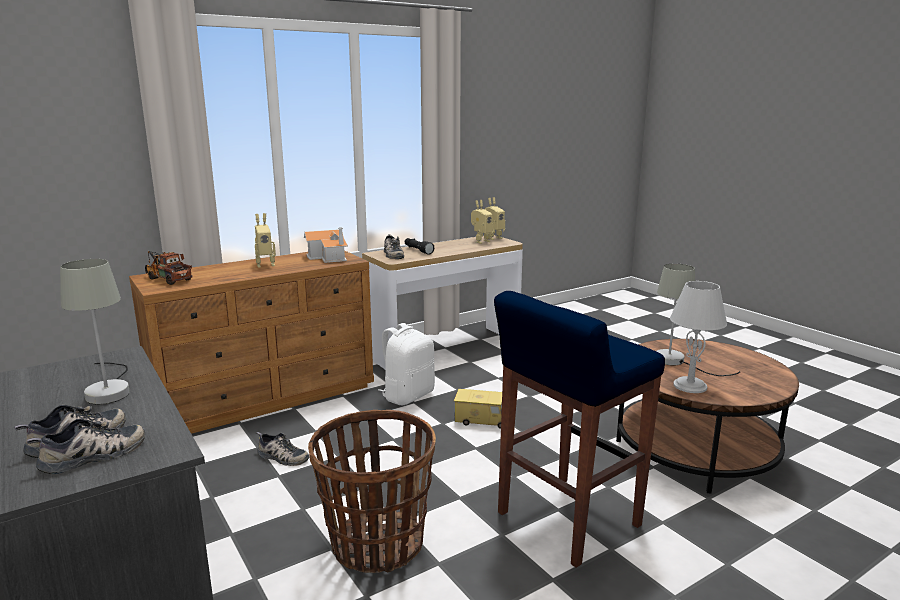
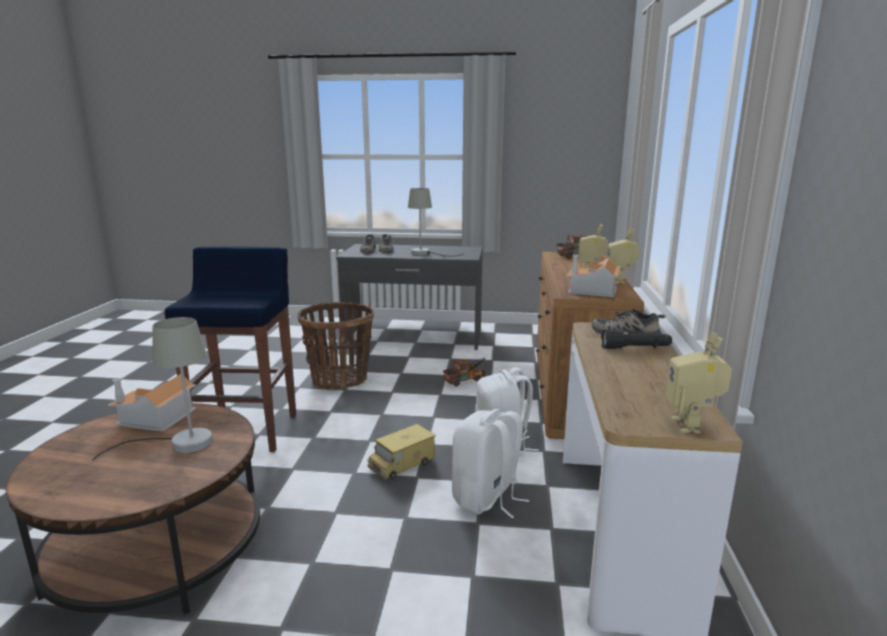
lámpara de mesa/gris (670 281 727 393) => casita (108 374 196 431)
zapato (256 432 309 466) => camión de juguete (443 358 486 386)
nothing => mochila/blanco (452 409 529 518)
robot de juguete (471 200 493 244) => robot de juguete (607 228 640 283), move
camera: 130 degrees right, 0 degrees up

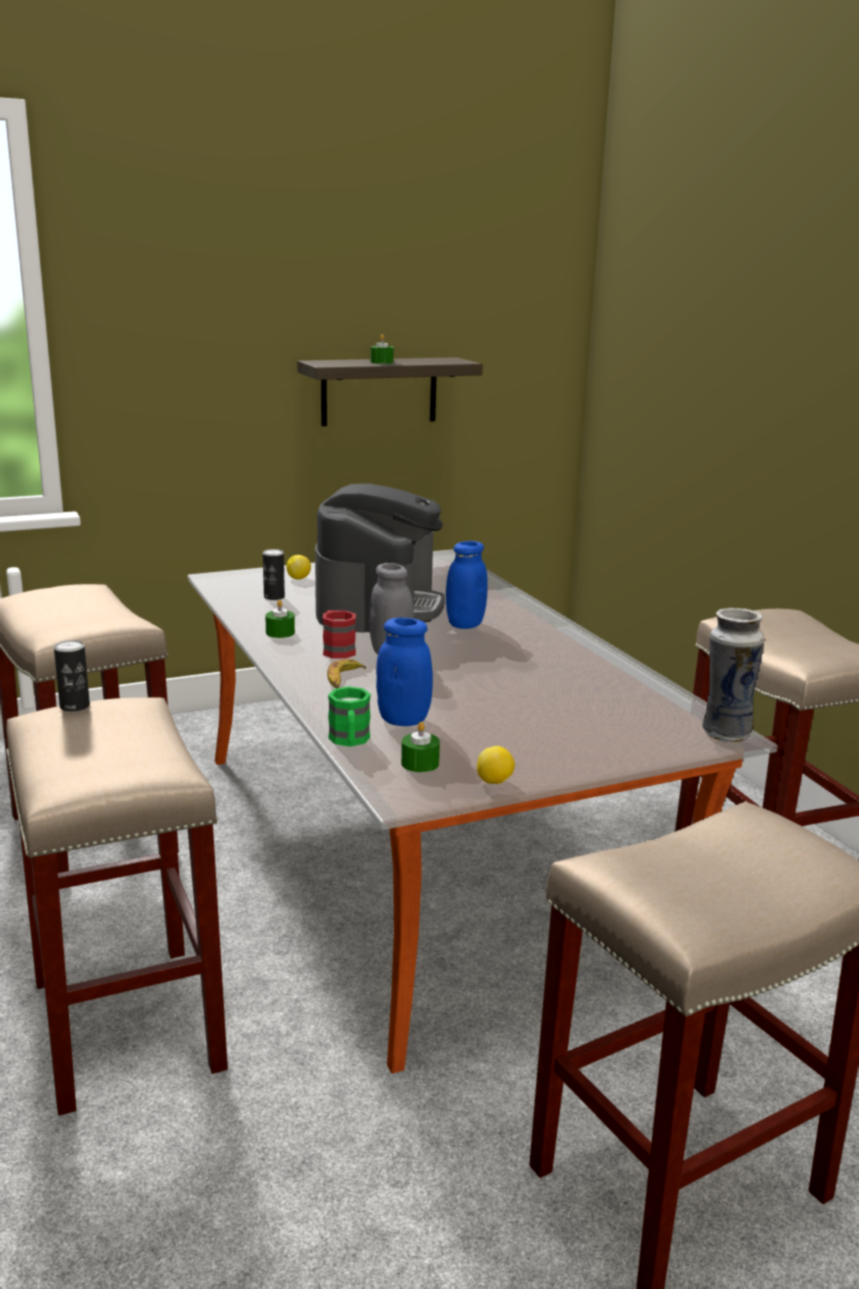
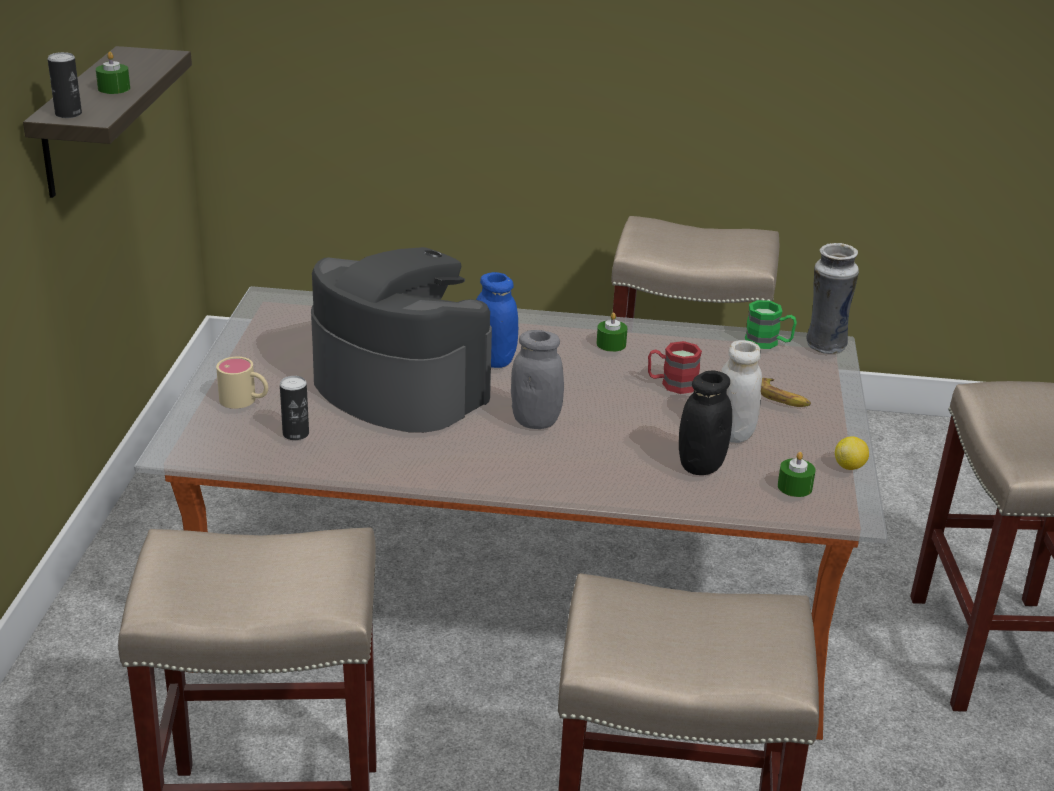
lata (54 640 90 712) => lata (48 52 82 118), move
limón (286 555 311 579) => taza grande/beis (216 357 268 409)
vela/verde (265 600 295 638) => vela/verde (597 313 627 352), move
taza grande/rojo (323 610 356 659) => taza grande/rojo (648 341 702 394), move
tarro/azul (376 618 433 726) => tarro/negro (679 370 732 475)
nothing => tarro/blanco (721 340 762 443)
taza grande/verde (328 686 371 747) => taza grande/verde (745 300 797 349), move
plátano (327 659 366 688) => plátano (761 378 811 407), move
camera: 60 degrees left, 10 degrees up

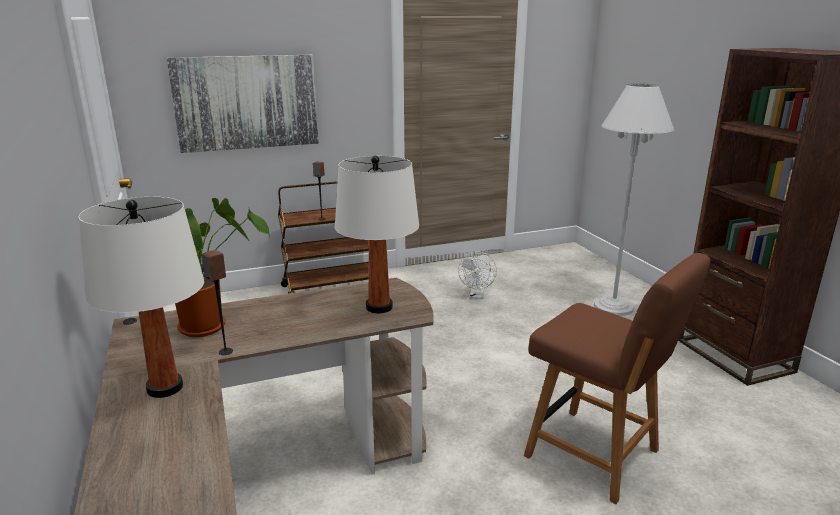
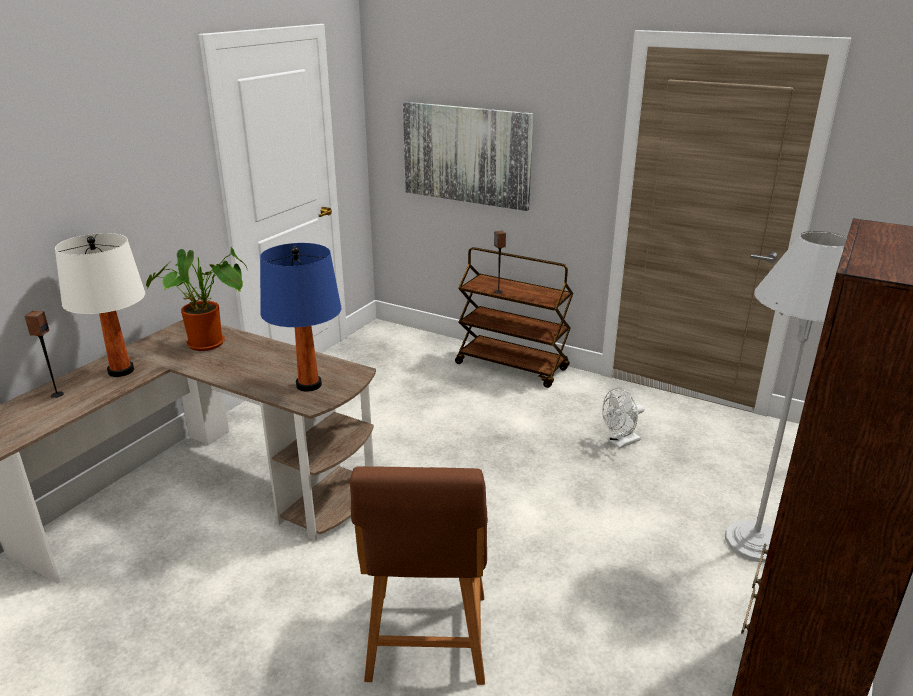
altavoz (201 250 233 355) => altavoz (24 311 64 398), move
lámpara de mesa/blanco (335 156 419 313) => lámpara de mesa/azul (260 243 341 392)
camera: 50 degrees right, 5 degrees up

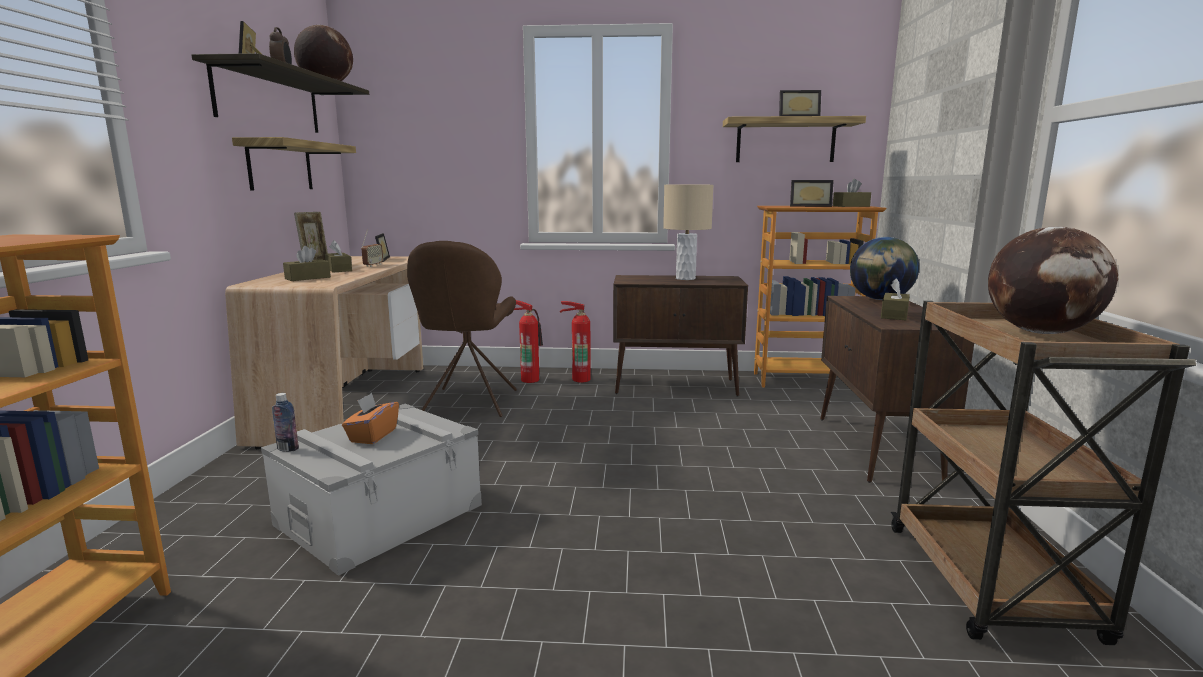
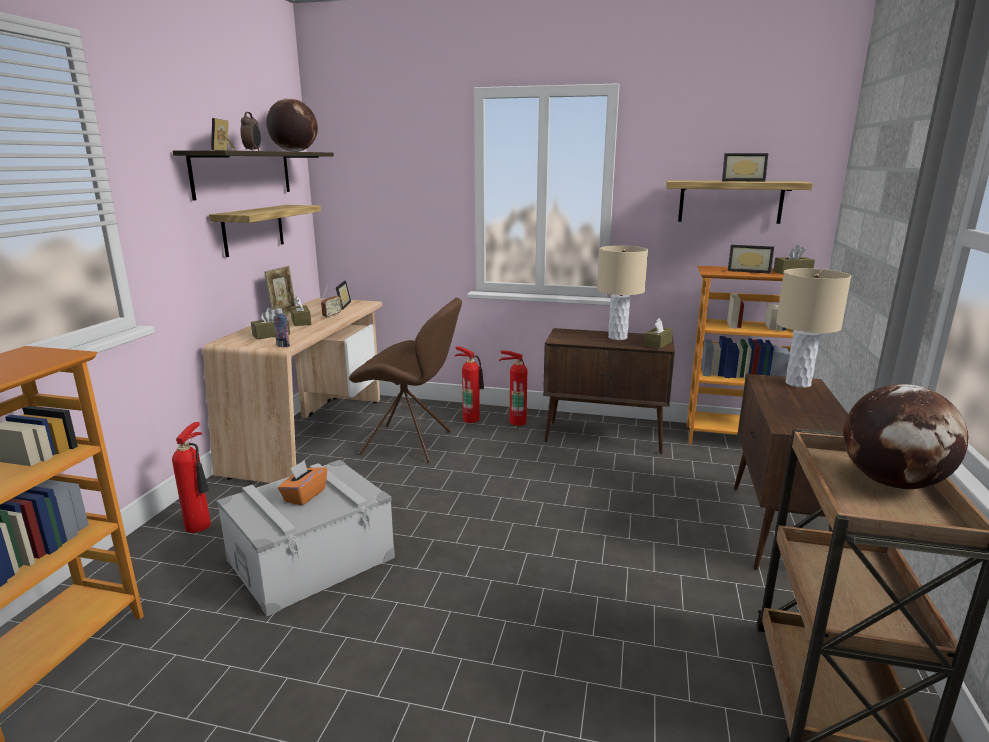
nothing => extintor (172 422 211 533)
botella (272 393 299 452) => botella (273 308 290 347), move
silla/marrón (407 241 517 417) => silla/marrón (349 298 462 463), 90 degrees counterclockwise
caja de pañuelos/marrón (881 278 910 320) => caja de pañuelos/marrón (644 318 673 349), move
globo terráqueo (850 237 919 300) => lámpara de mesa/beis (776 268 851 388)
camera: 10 degrees right, 5 degrees up

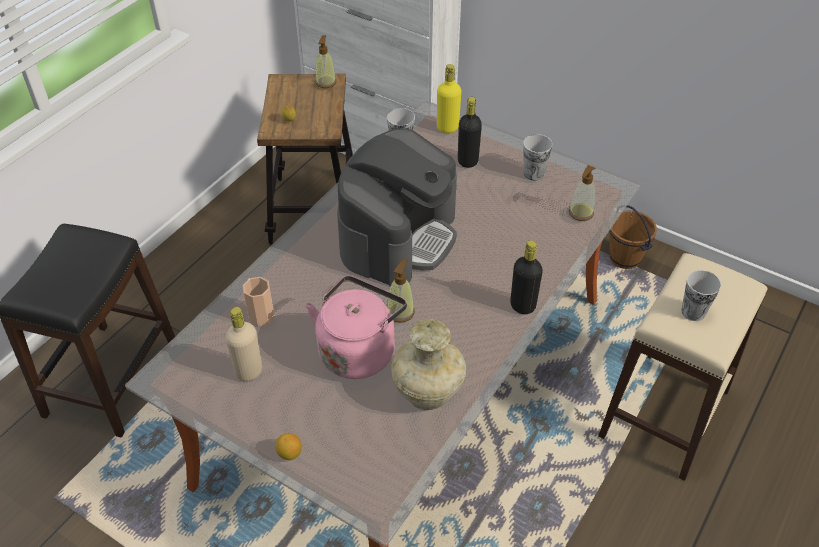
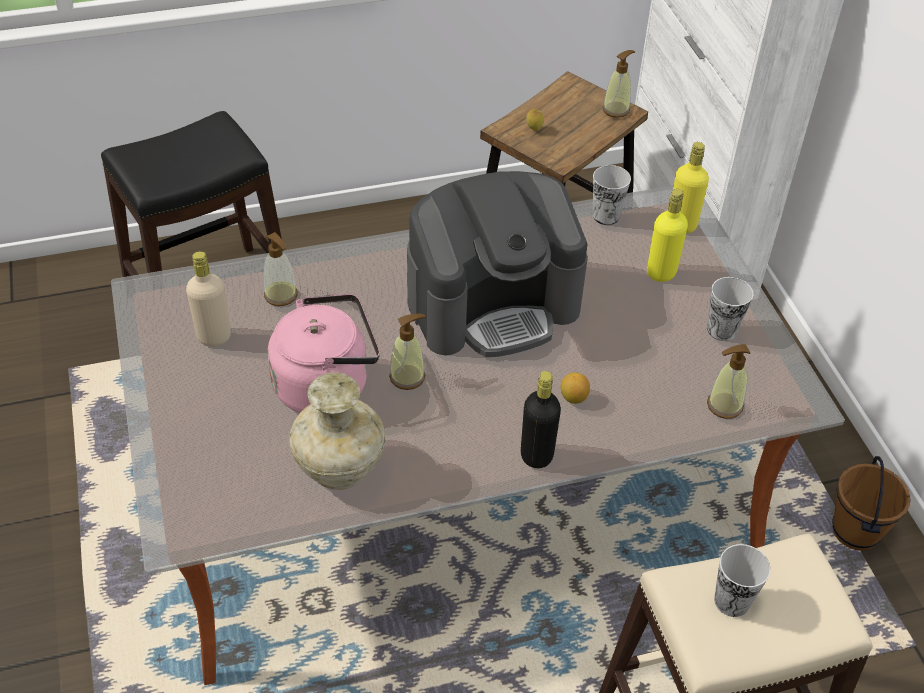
taza (242 277 275 326) => dispensador de jabón (264 232 298 306)
limón (275 433 302 460) => limón (561 372 590 404), move
botella/negro (458 97 482 168) => botella/amarillo (647 189 688 282)
camera: 40 degrees right, 0 degrees up

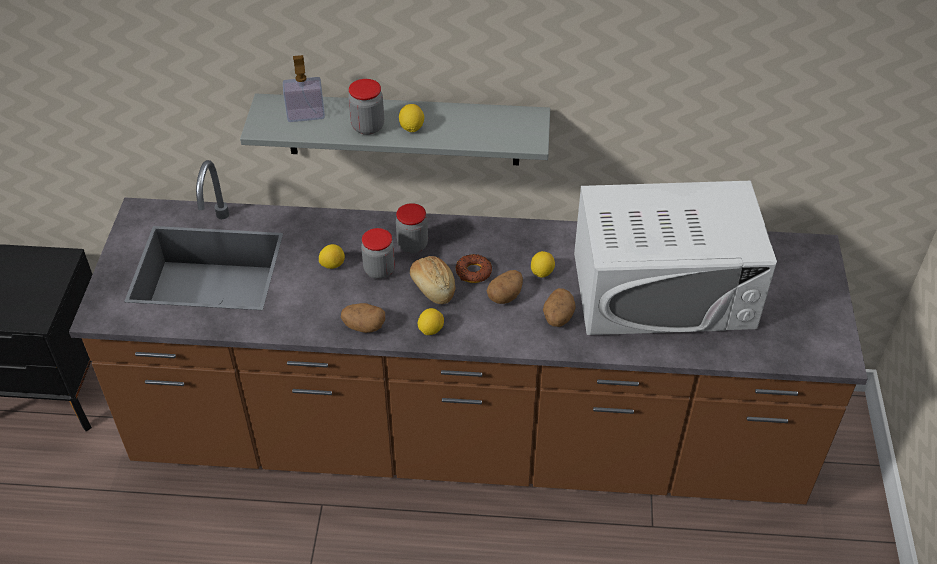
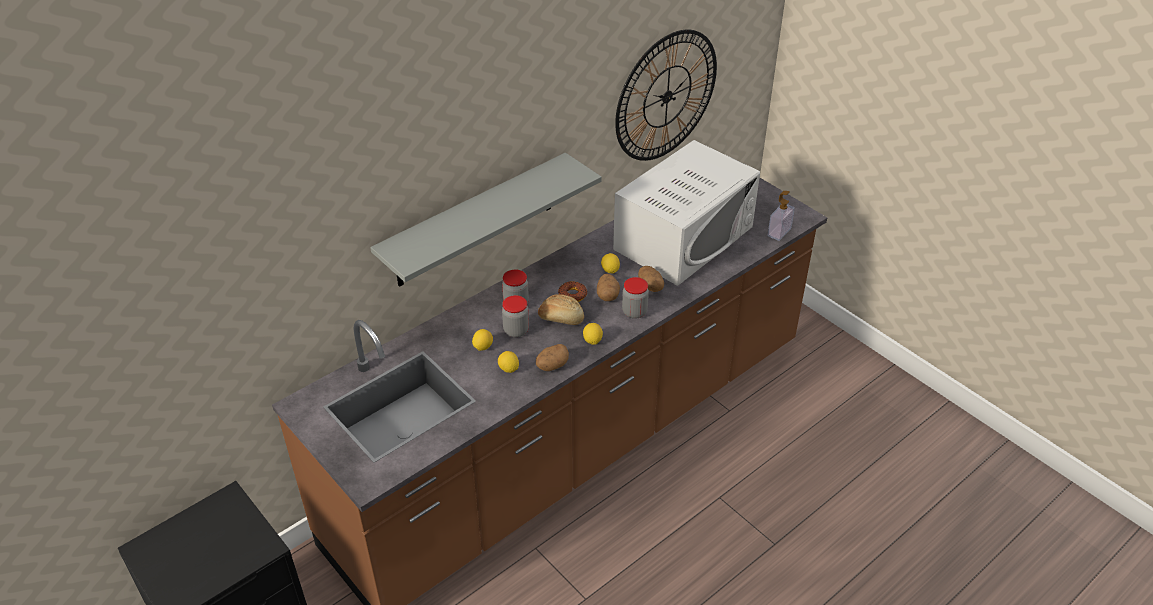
limón (399 104 424 132) => limón (498 351 519 373), move
nothing => reloj de pared (615 29 717 161)
tarro (348 79 384 135) => tarro (622 277 649 319), move
dispensador de jabón (283 55 325 122) => dispensador de jabón (768 191 795 241), move
camera: 45 degrees left, 5 degrees down

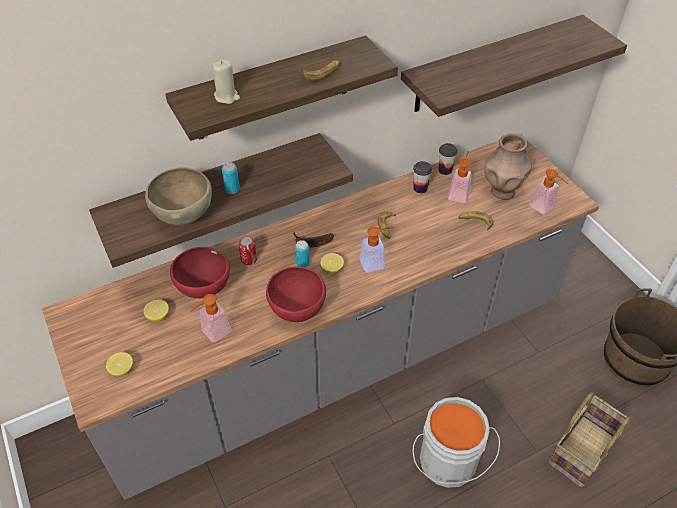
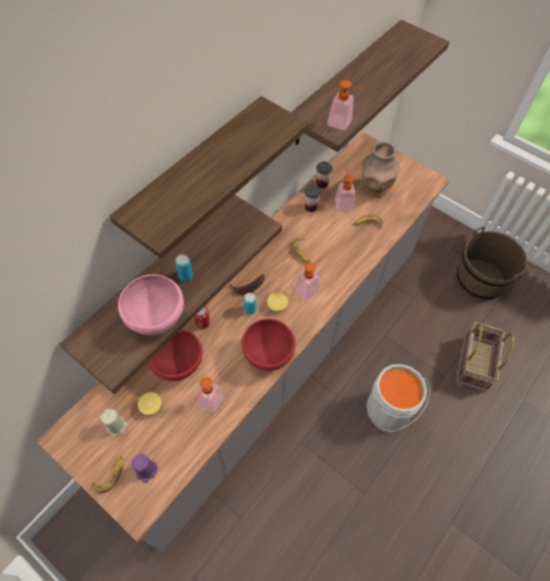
plátano (302 60 340 81) => plátano (92 456 123 493), move
vela/beis (212 59 240 104) => vela/beis (100 409 128 436), move
cuenco/marrón (145 167 212 225) => cuenco/rosa (118 274 184 335)
limón (106 352 133 377) => vela/morado (131 453 158 483)
dispensador de jabón (529 169 568 215) => dispensador de jabón (328 80 365 130), move
camera: 25 degrees left, 10 degrees up

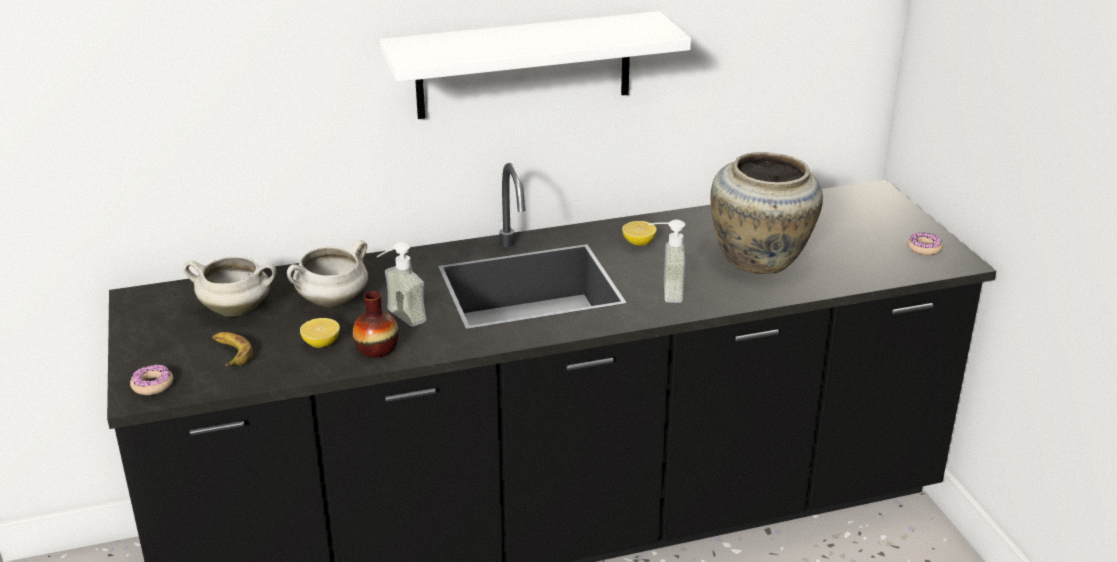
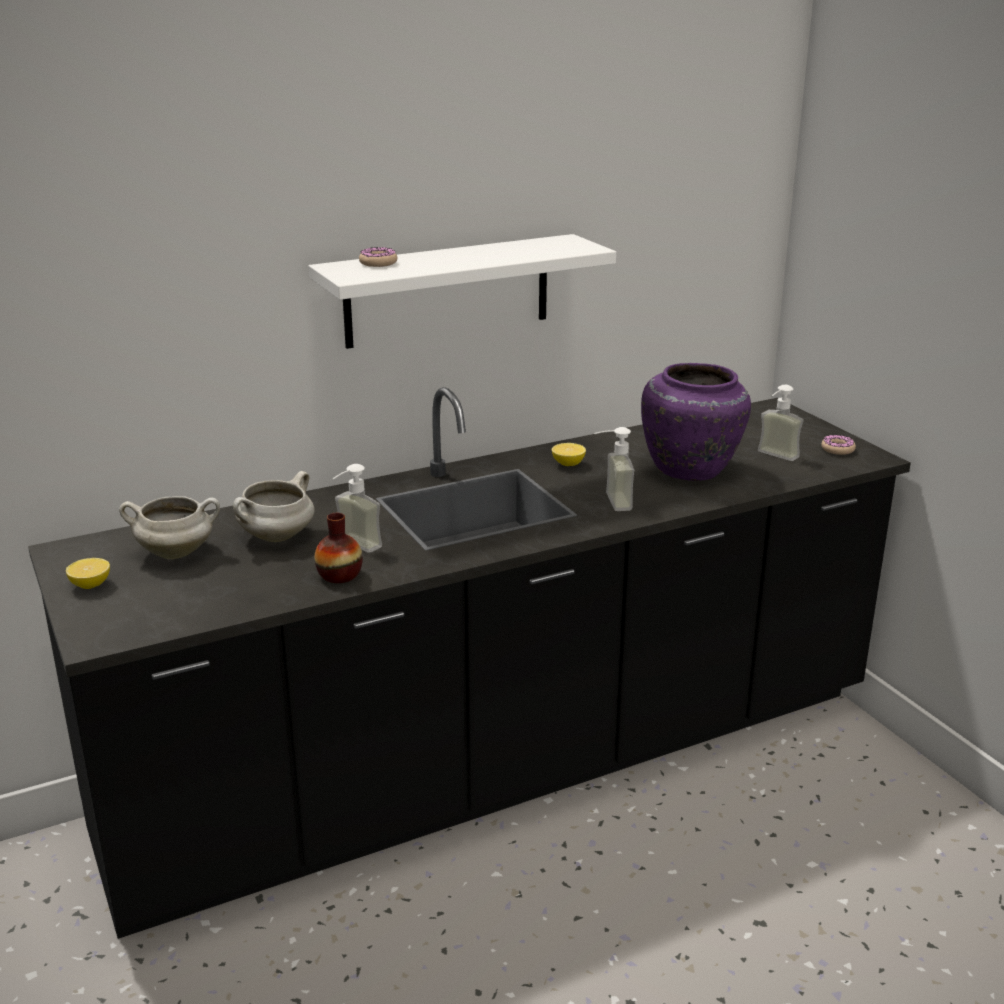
limón (300 318 340 348) => limón (66 558 110 589), move
rosquilla (130 364 173 395) => rosquilla (359 247 397 267), move
florero/beis (710 152 823 274) => florero/morado (641 363 751 481)
nothing => dispensador de jabón (758 385 804 461)
plátano (212 332 253 366) => nothing
camera: 10 degrees left, 5 degrees down

